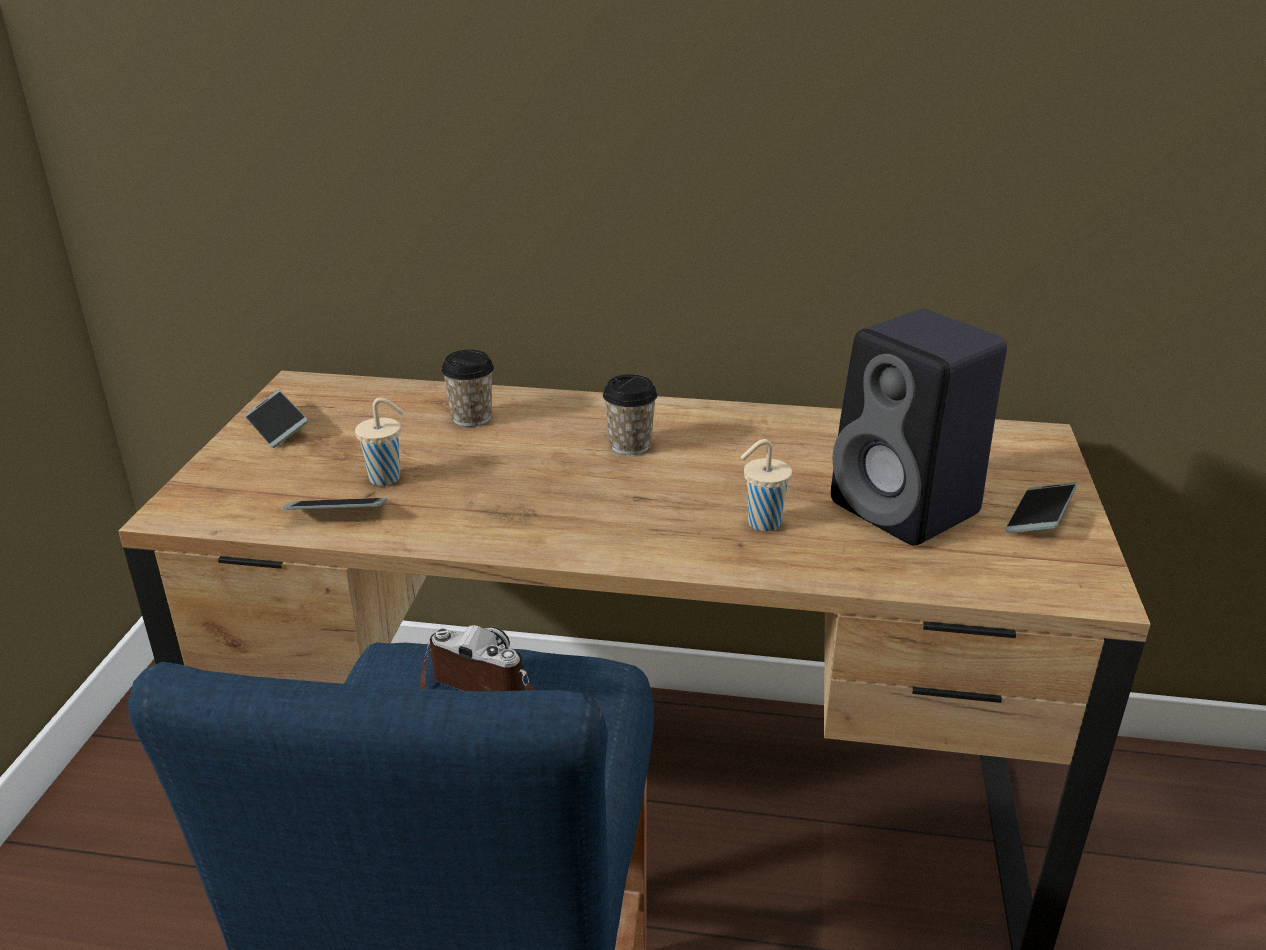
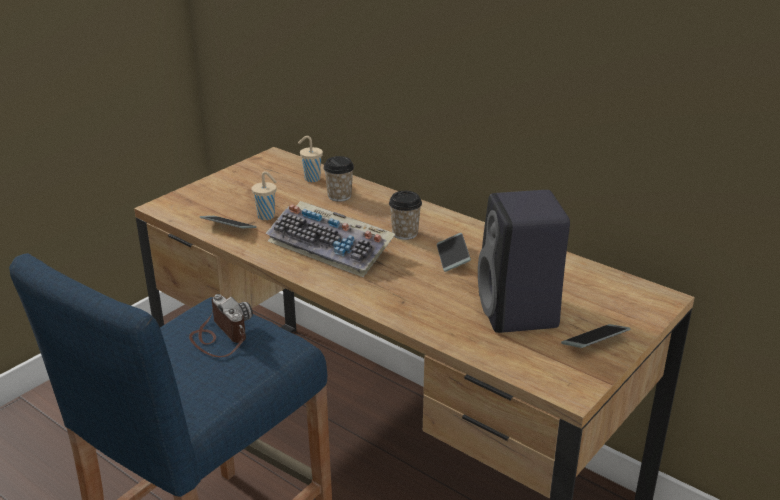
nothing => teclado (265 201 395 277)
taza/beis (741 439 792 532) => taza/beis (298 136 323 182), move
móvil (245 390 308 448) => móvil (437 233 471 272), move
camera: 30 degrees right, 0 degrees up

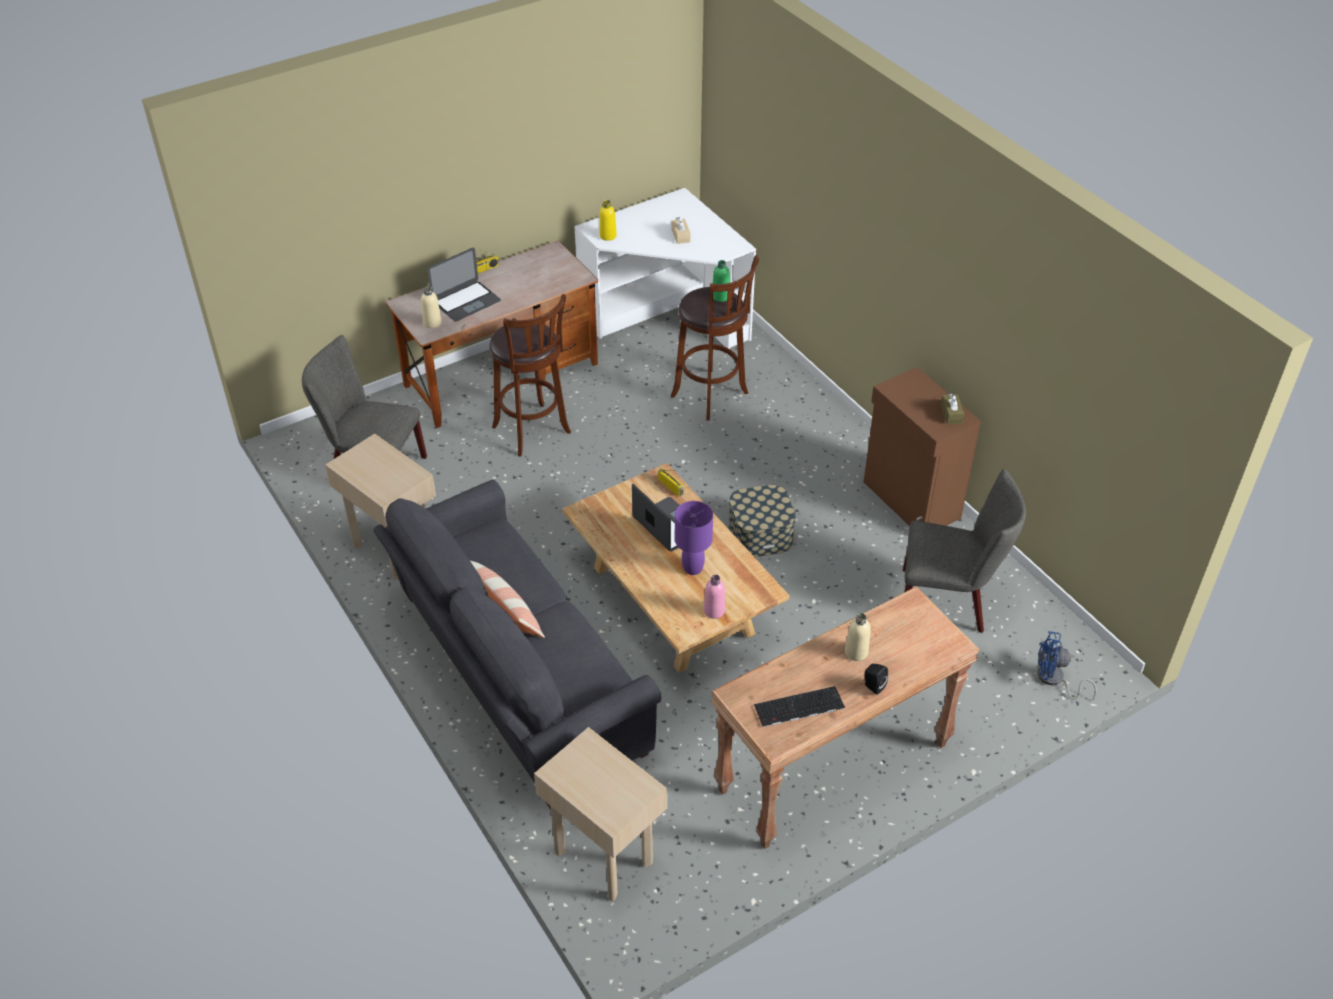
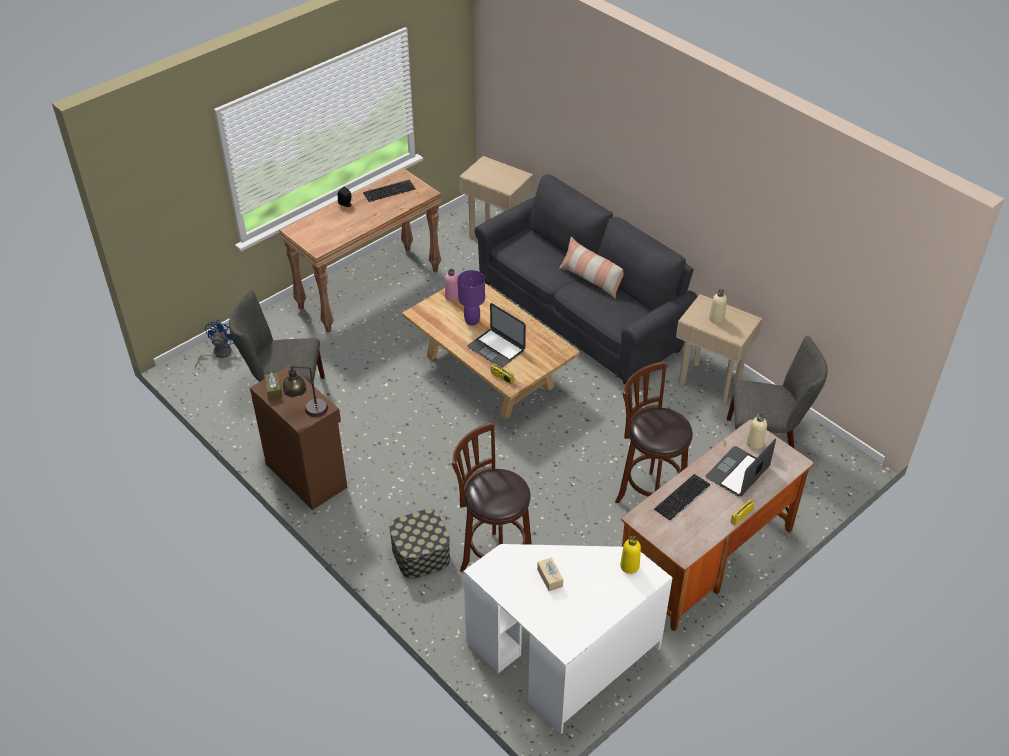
ventilador/azul (1038 631 1097 700) => ventilador/azul (195 319 234 368), 75 degrees counterclockwise
nothing => lámpara de mesa (282 365 328 417)
caja de almacenaje (729 484 796 557) => caja de almacenaje (389 509 450 579), move
nothing => teclado (654 474 710 521)
botella/beis (845 613 871 661) => botella/beis (709 289 727 323), move
botella/verde (713 260 730 302) => nothing
camera: 170 degrees right, 0 degrees up

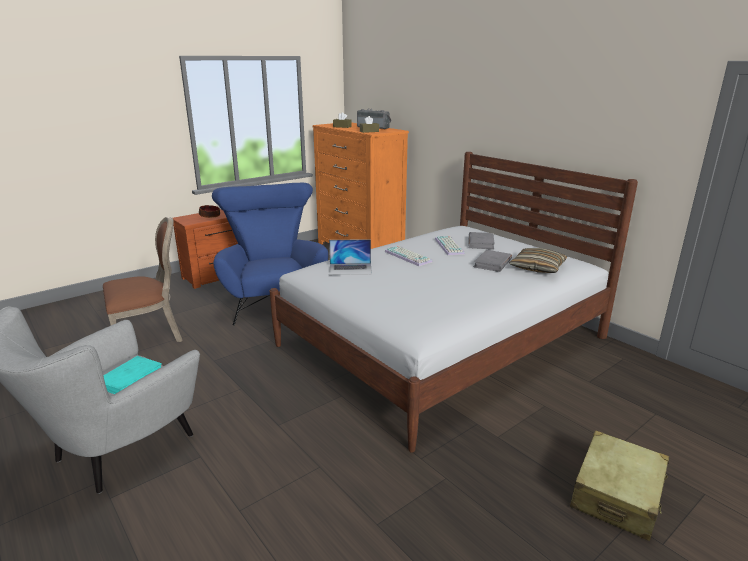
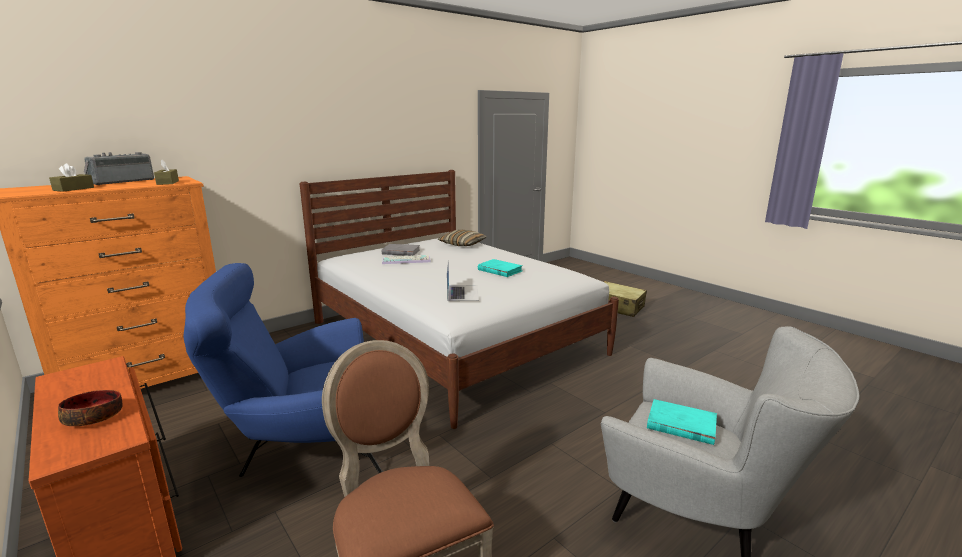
nothing => libro/turquesa (478 259 523 277)
teclado (385 246 432 266) => nothing
libro/gris (473 250 512 272) => nothing
camera: 90 degrees left, 5 degrees down

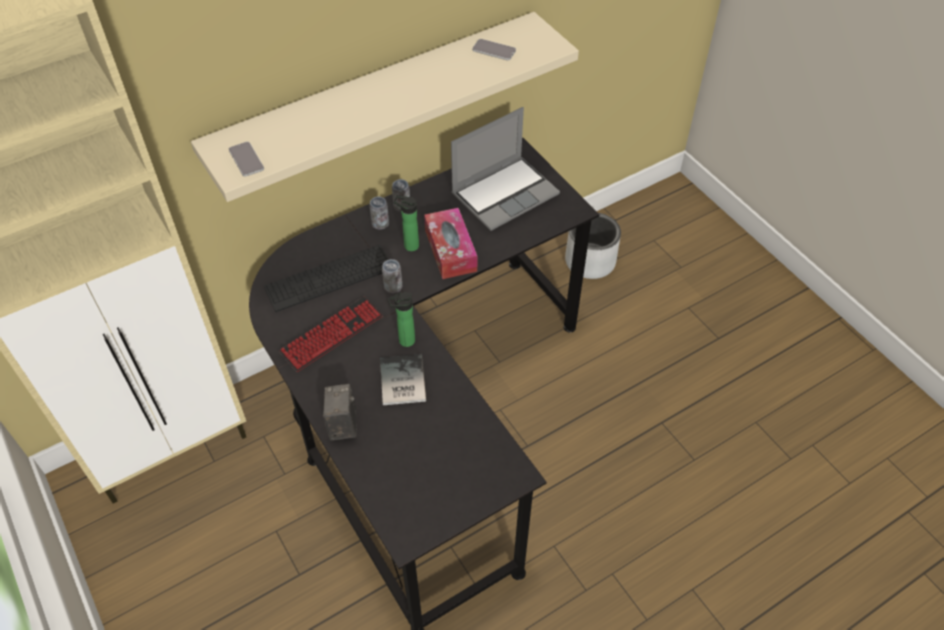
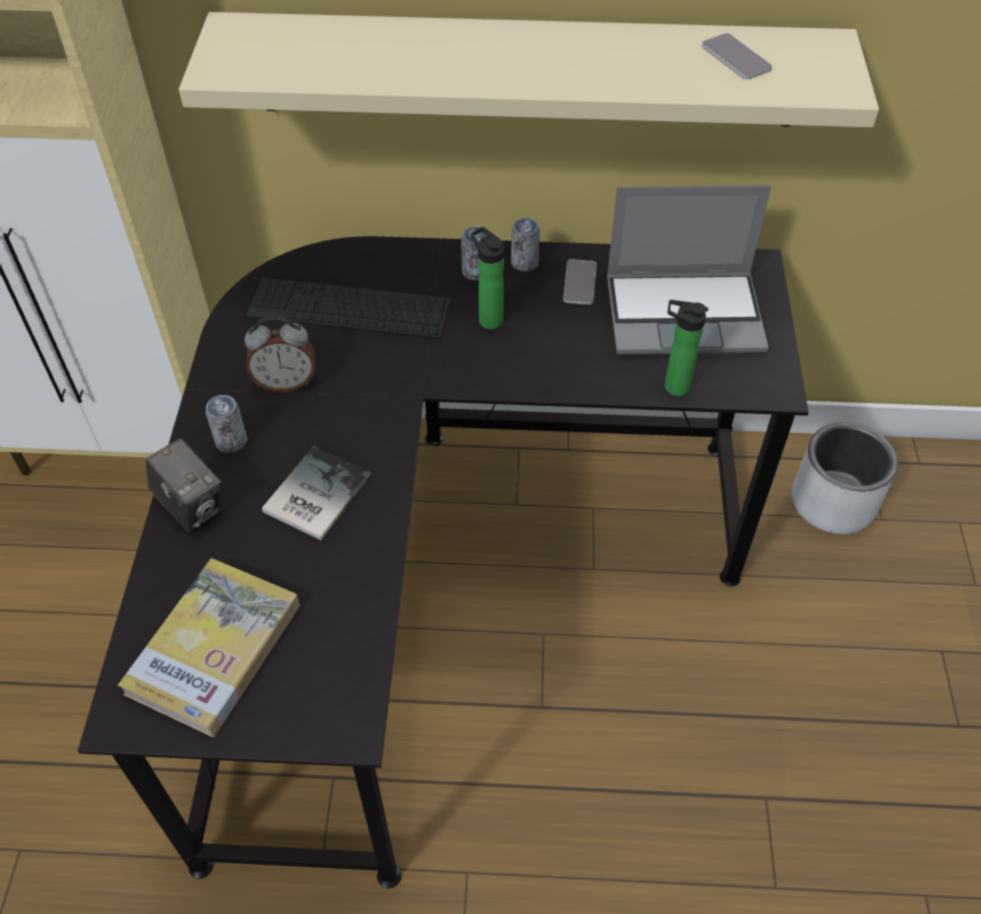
nothing => libro (118 558 300 737)
cámara (323 384 356 440) => cámara (146 438 222 532), 105 degrees clockwise
lata (382 259 402 293) => lata (206 395 247 453), move
teclado (279 297 383 372) => despertador (244 316 315 393)
móvil (229 142 264 177) => móvil (563 259 597 305), move
botella (387 292 415 347) => botella (665 300 708 396), move
caja de pañuelos (424 208 477 279) => nothing
camera: 35 degrees right, 0 degrees up

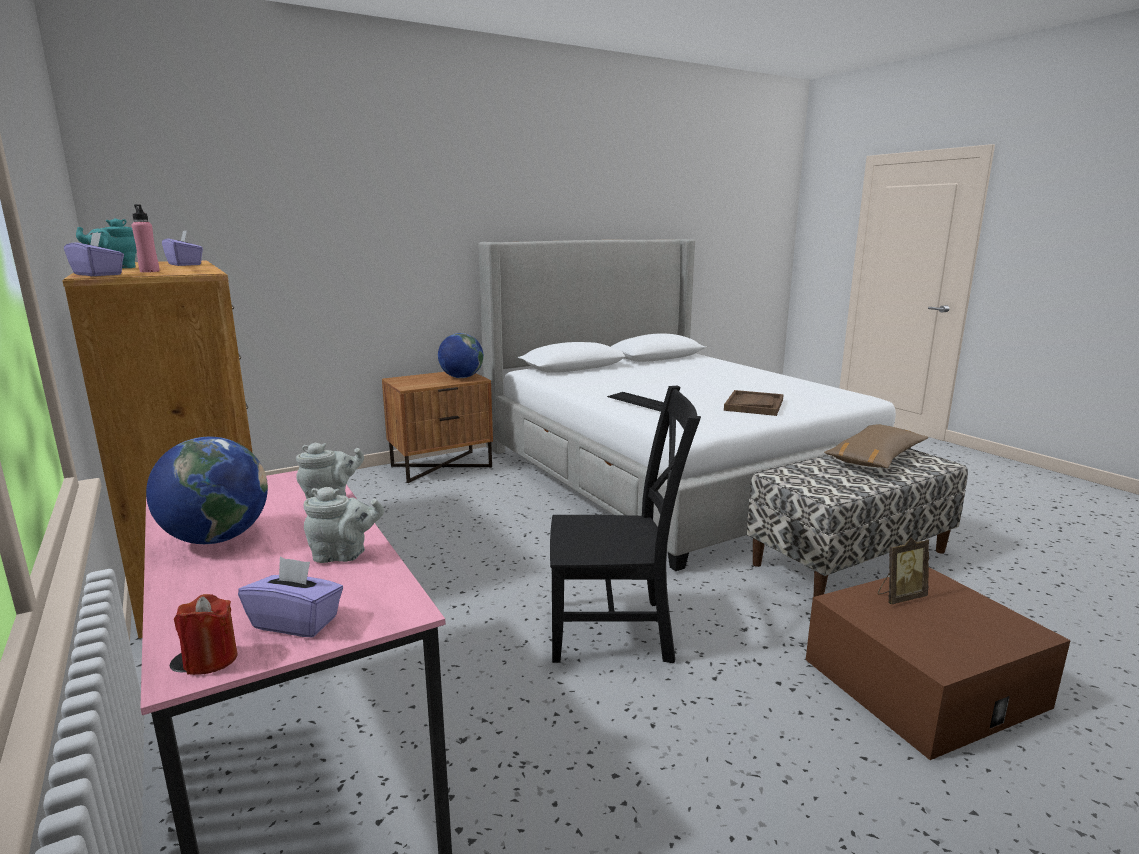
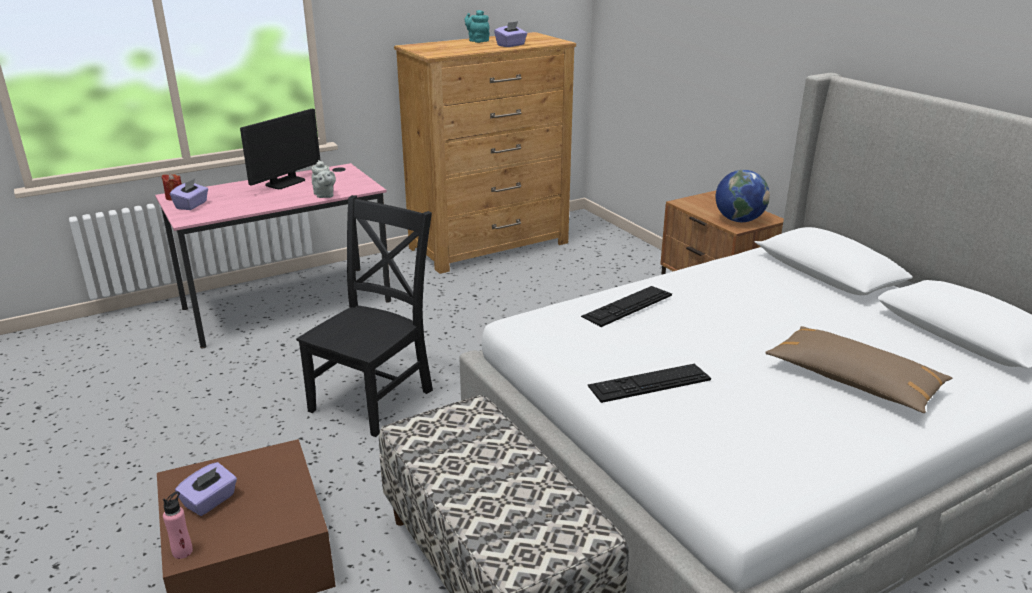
botella/rosa (132 204 160 272) => botella/rosa (163 491 193 559), move
caja de pañuelos/morado (64 233 124 276) => caja de pañuelos/morado (175 462 237 516), move
globo terráqueo (146 437 268 544) => monitor (240 109 320 189)
silla/negro (550 385 701 663) => silla/negro (296 195 433 437), 150 degrees counterclockwise
bandeja/marrón (724 390 784 416) => teclado (587 364 711 403)
cojín/marrón (824 424 928 468) => cojín/marrón (765 326 952 413), move
tetera/gris (304 487 384 563) => nothing
portarretratos (878 537 929 605) => nothing
camera: 90 degrees right, 10 degrees up

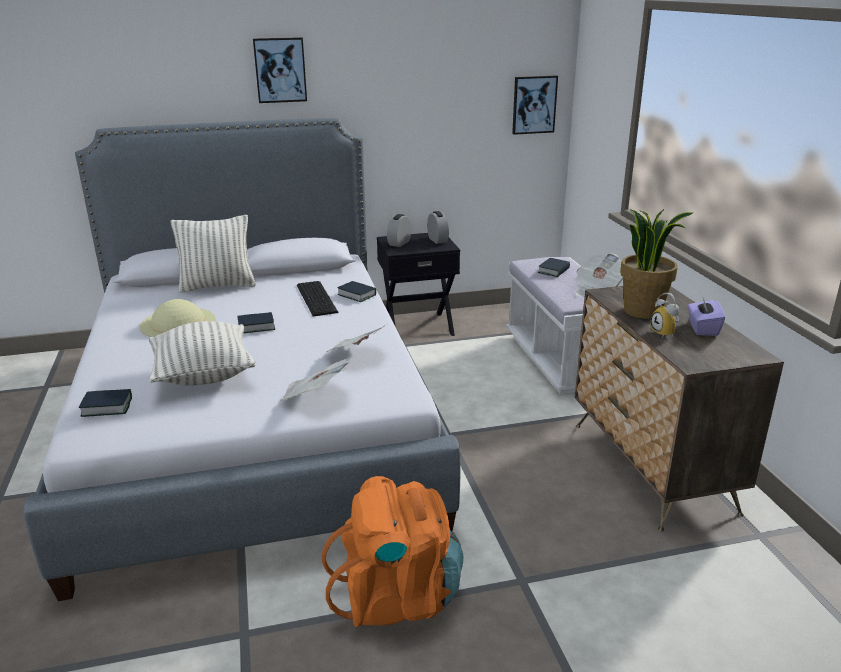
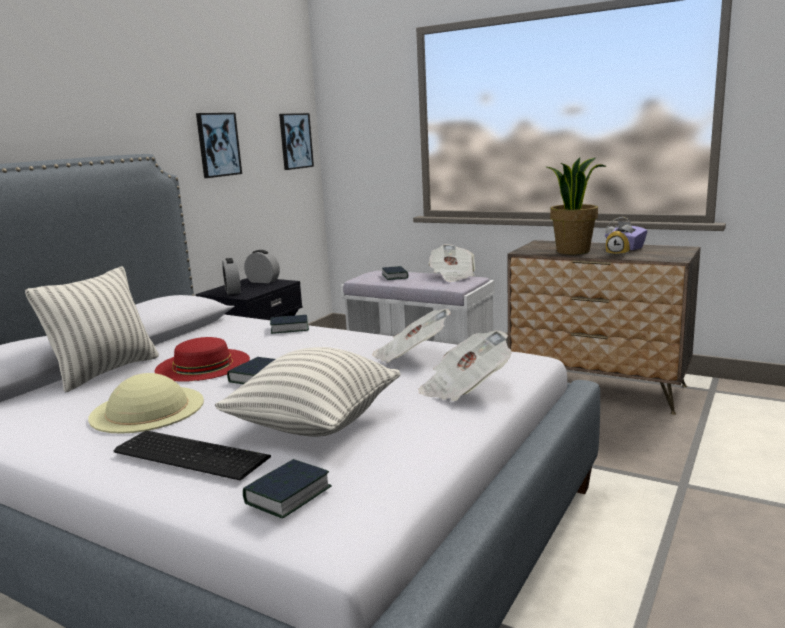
teclado (297 281 338 316) => teclado (113 431 271 481), move
nothing => sombrero/rojo (155 337 250 382)
cuadro (253 37 307 103) => cuadro (196 113 242 178), move
mochila/naranja (322 476 463 627) => nothing
camera: 45 degrees left, 10 degrees down

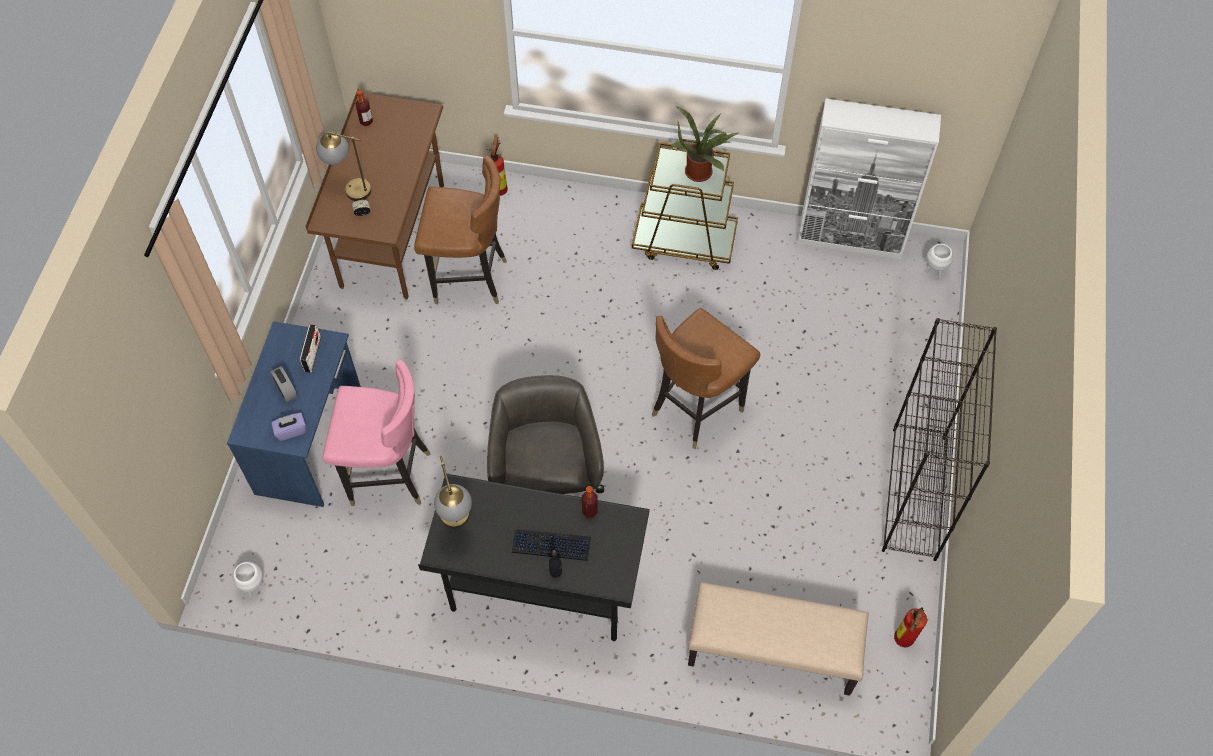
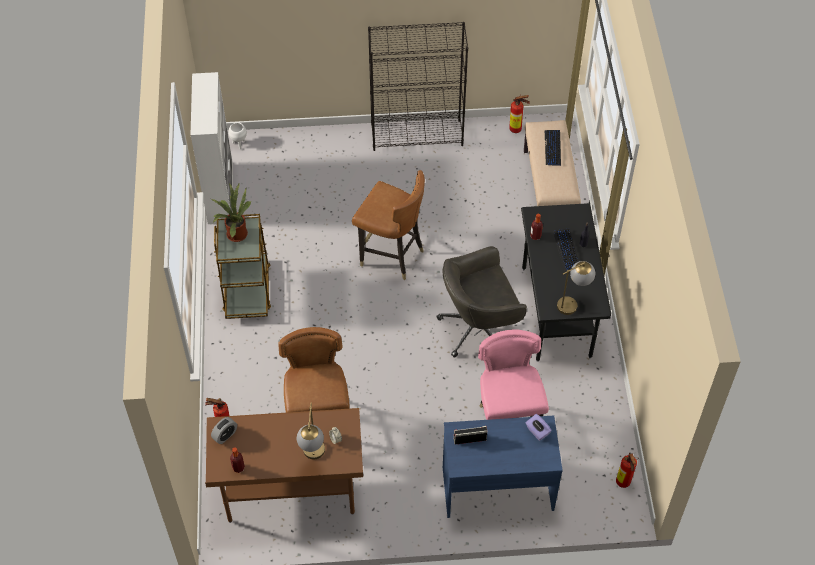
despertador (270 366 297 402) => despertador (211 417 237 444), move
nothing => teclado (545 130 561 166)
maceta/blanco (233 562 266 598) => extintor (616 453 637 488)
camera: 105 degrees left, 5 degrees down

